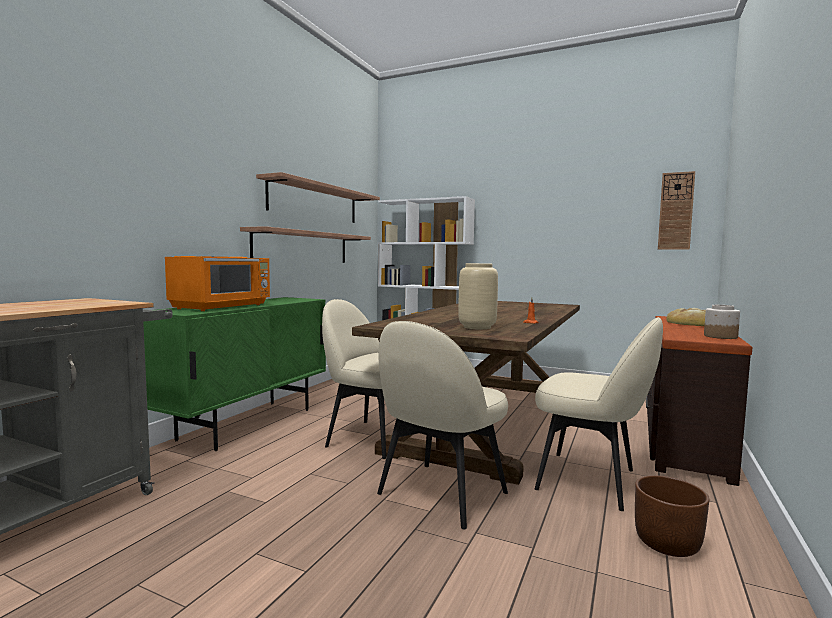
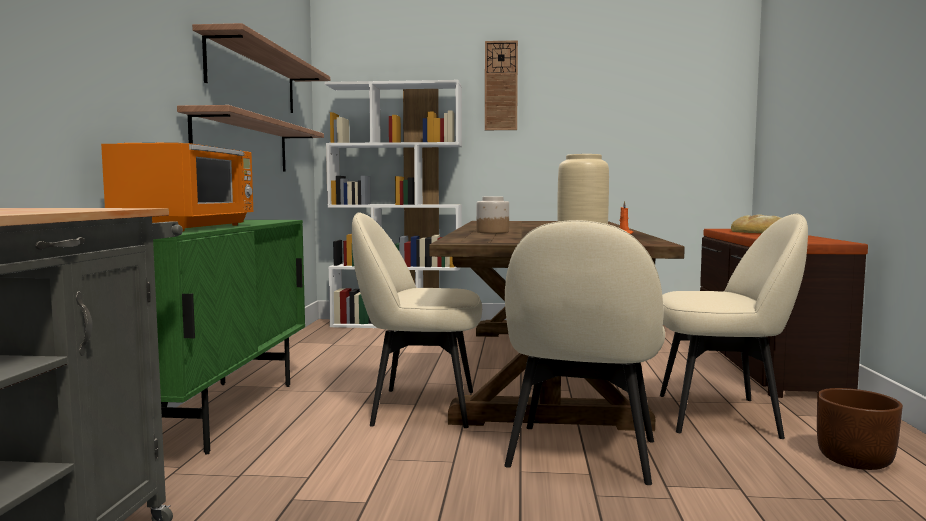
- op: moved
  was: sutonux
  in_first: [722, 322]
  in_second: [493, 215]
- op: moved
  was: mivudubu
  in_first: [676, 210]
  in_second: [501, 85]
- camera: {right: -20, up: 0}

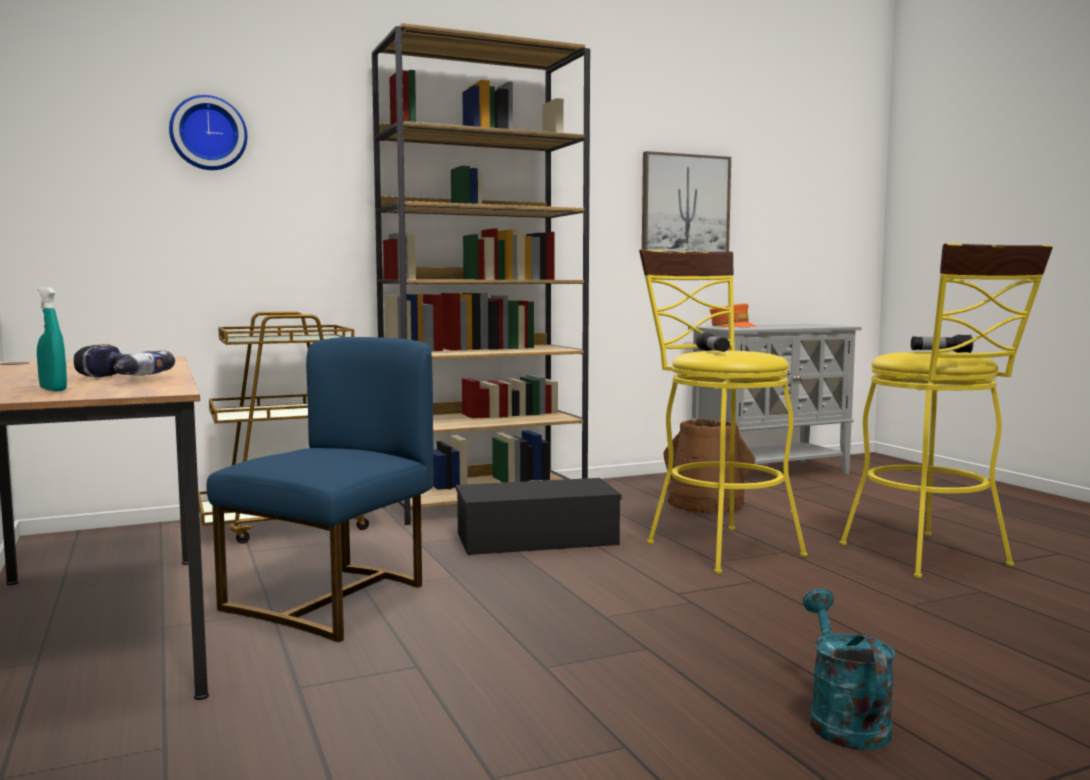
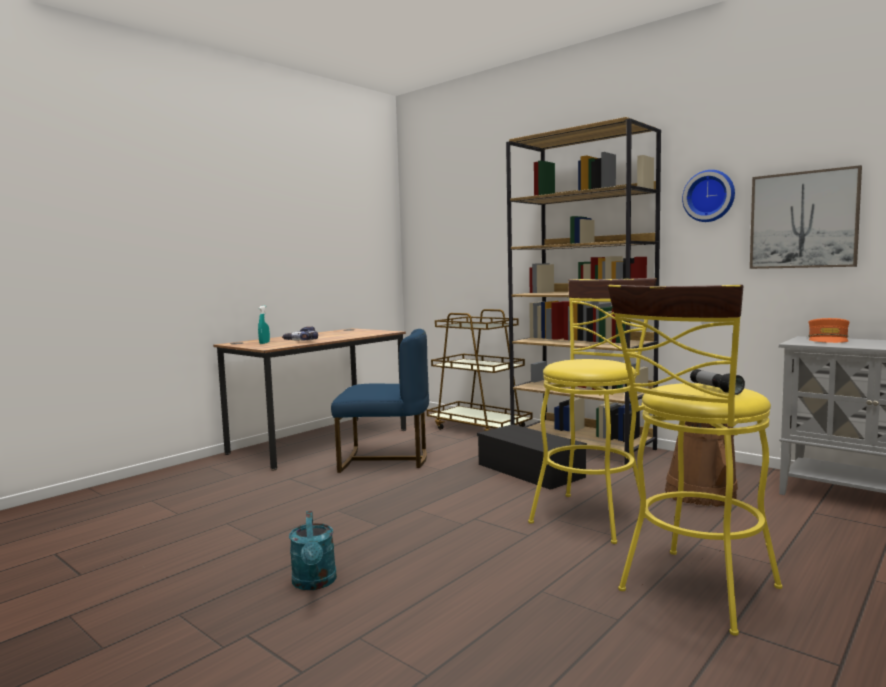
- op: turned
  was: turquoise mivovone
  in_first: [849, 669]
  in_second: [313, 550]
  clockwise: 105
- op: moved
  was: mivudubu
  in_first: [208, 132]
  in_second: [708, 196]
- op: removed
  was: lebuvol
  in_first: [713, 342]
- camera: {right: 65, up: 0}

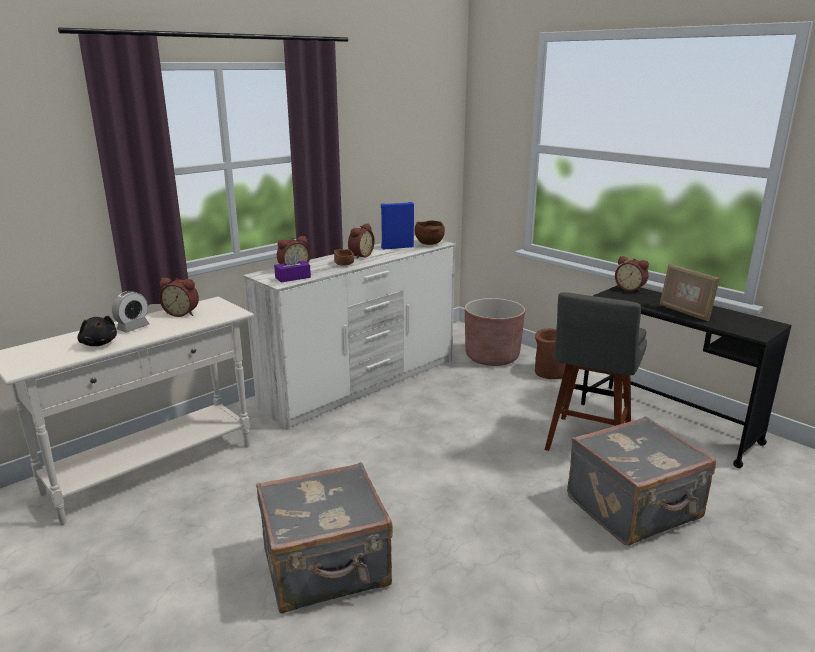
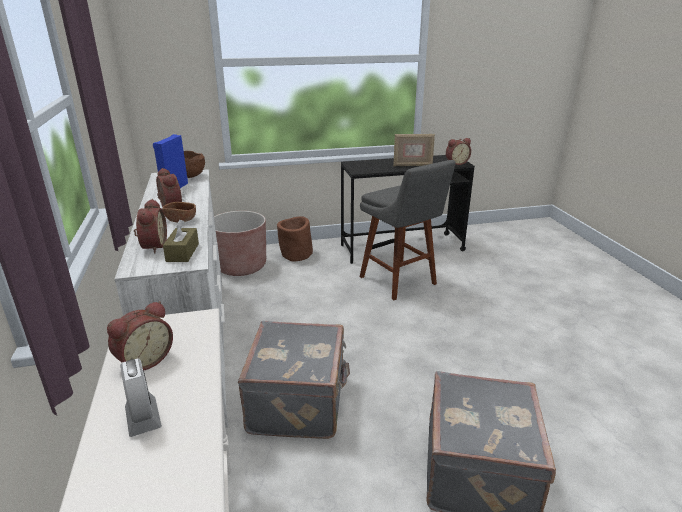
- op: recoloured
  was: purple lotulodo
  now: brown lotulodo
  in_first: [292, 267]
  in_second: [181, 241]
- op: moved
  was: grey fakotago
  in_first: [641, 481]
  in_second: [294, 380]
- op: moved
  was: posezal
  in_first: [632, 274]
  in_second: [458, 151]
- op: removed
  was: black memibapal
  in_first: [97, 331]
- camera: {right: -60, up: 5}

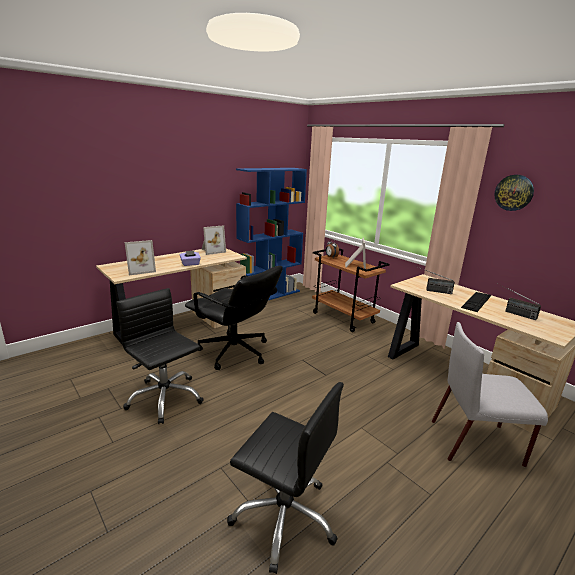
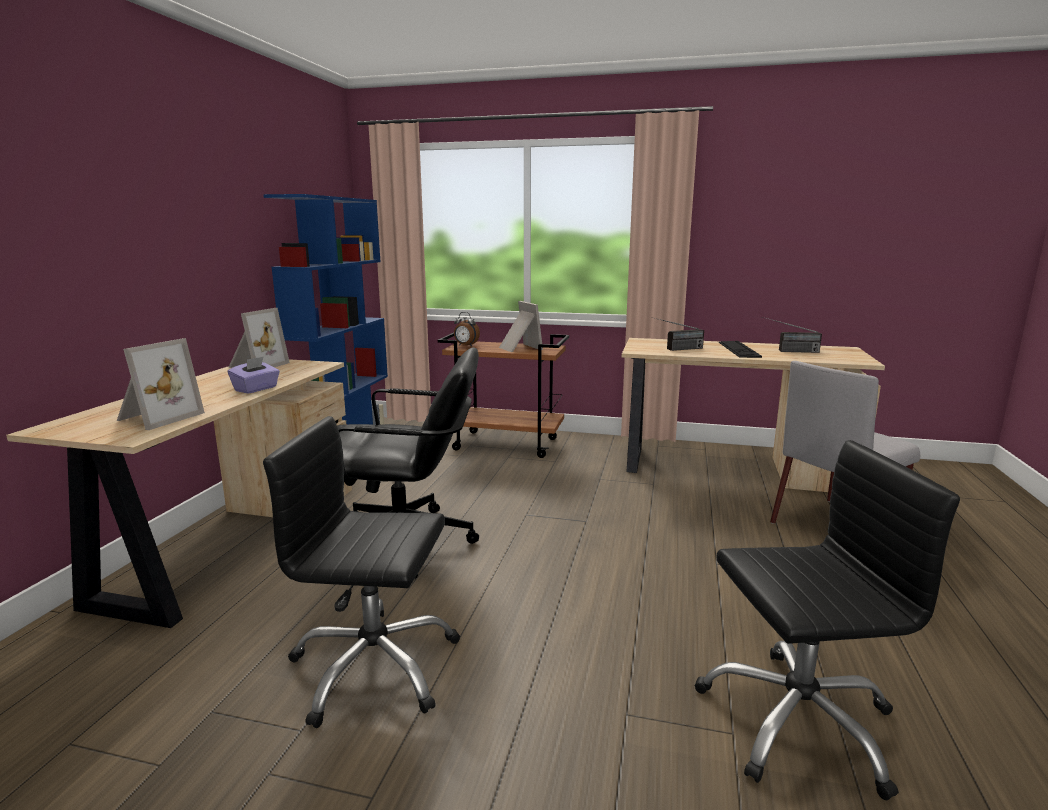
- op: removed
  was: mivudubu
  in_first: [514, 193]
- camera: {right: -35, up: -5}

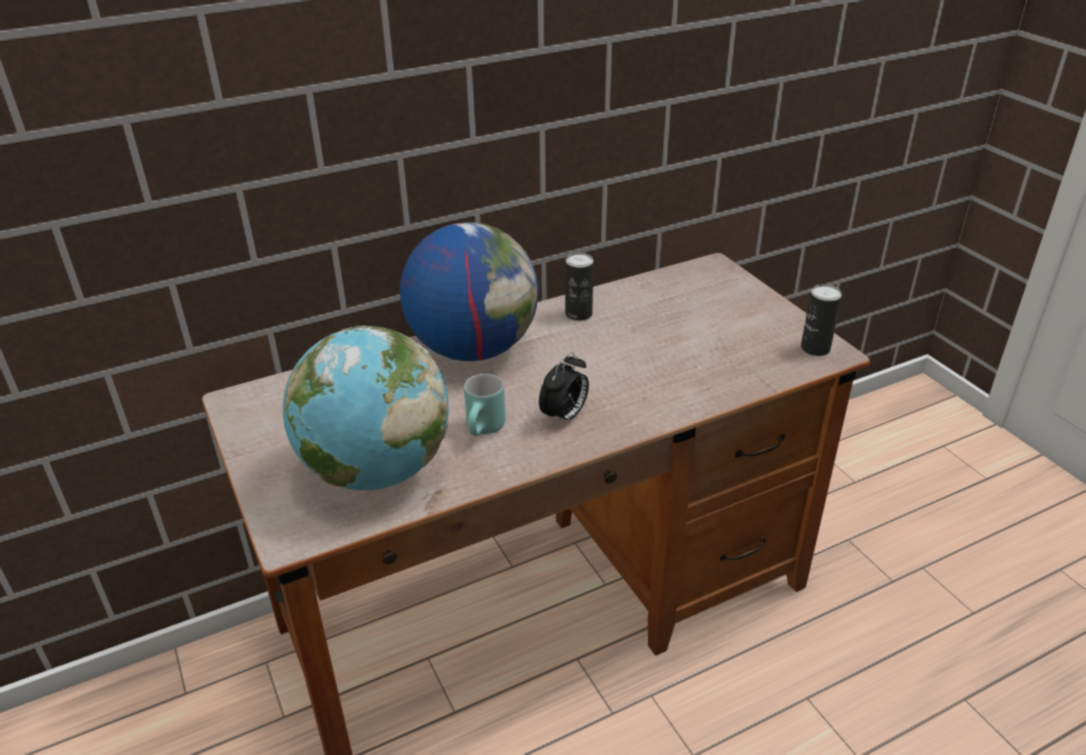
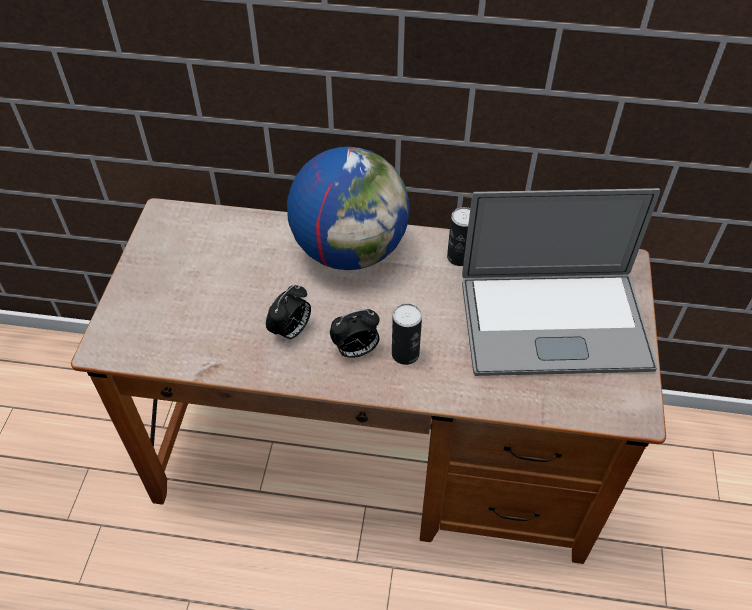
- op: replaced
  was: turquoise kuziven
  now: posezal
  in_first: [484, 405]
  in_second: [288, 314]
- op: moved
  was: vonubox
  in_first: [821, 320]
  in_second: [407, 334]
- op: added
  now: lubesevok
  in_second: [561, 282]
- op: removed
  was: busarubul
  in_first: [366, 408]
- camera: {right: 35, up: 15}

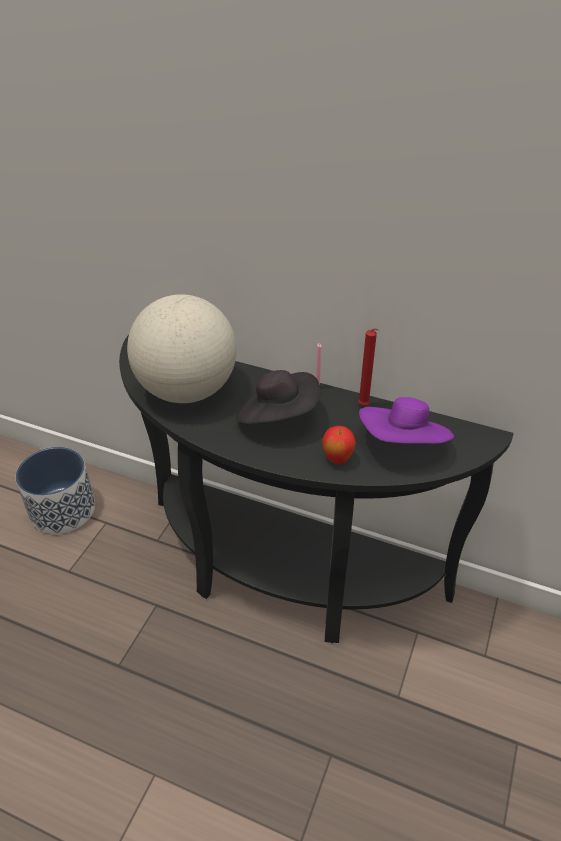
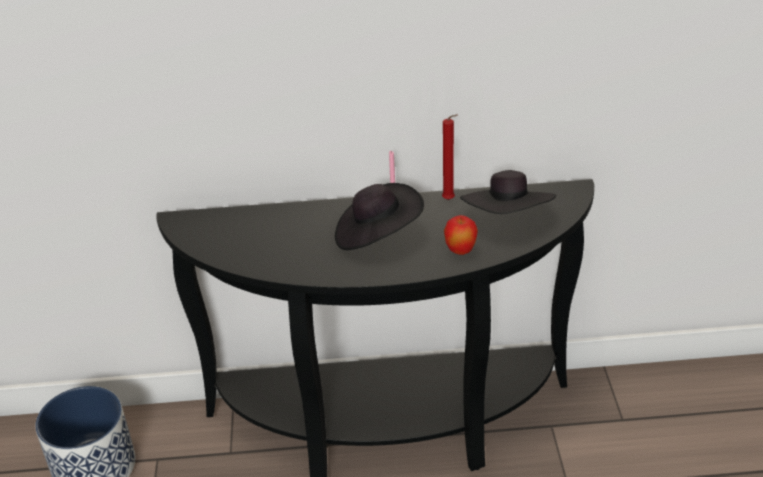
- op: recoloured
  was: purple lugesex
  now: black lugesex
  in_first: [406, 420]
  in_second: [508, 192]
- op: removed
  was: busarubul
  in_first: [182, 348]
- camera: {right: -25, up: -5}

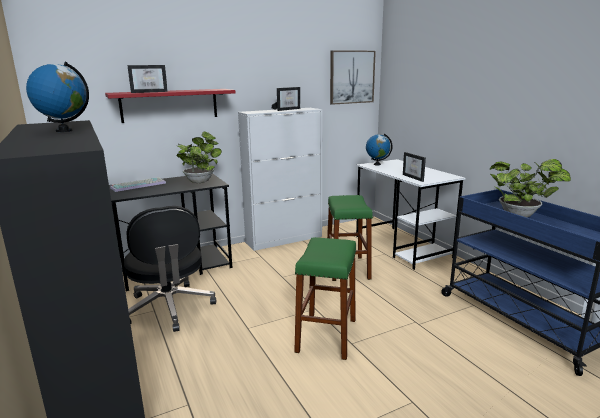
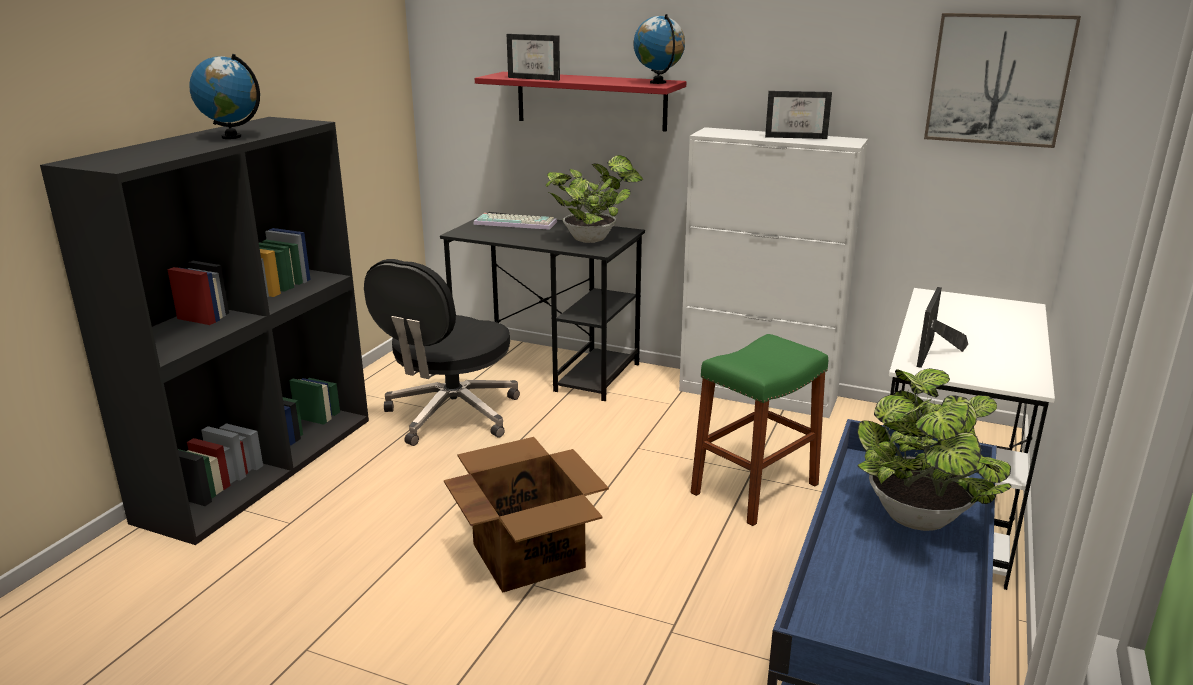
- op: replaced
  was: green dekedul
  now: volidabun
  in_first: [325, 298]
  in_second: [526, 515]
- op: moved
  was: busarubul
  in_first: [379, 149]
  in_second: [659, 49]
- camera: {right: 50, up: 5}

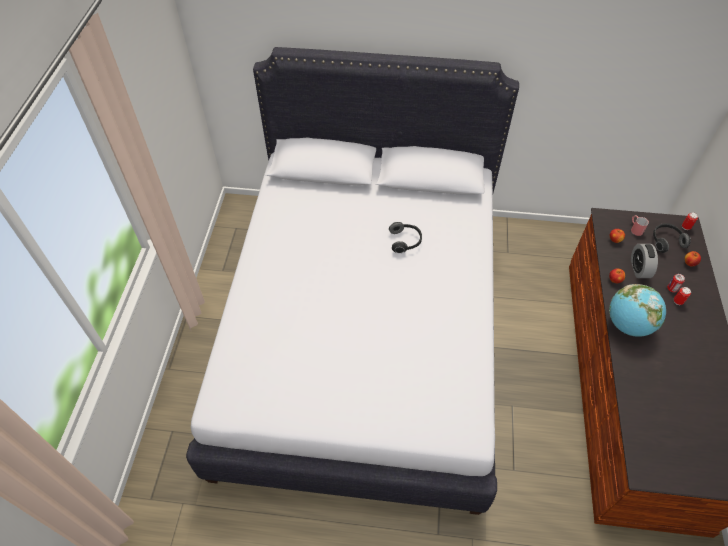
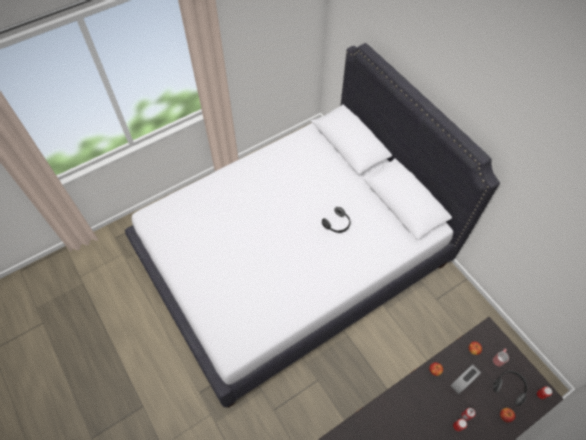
- op: removed
  was: busarubul
  in_first: [637, 310]
- camera: {right: 50, up: 5}

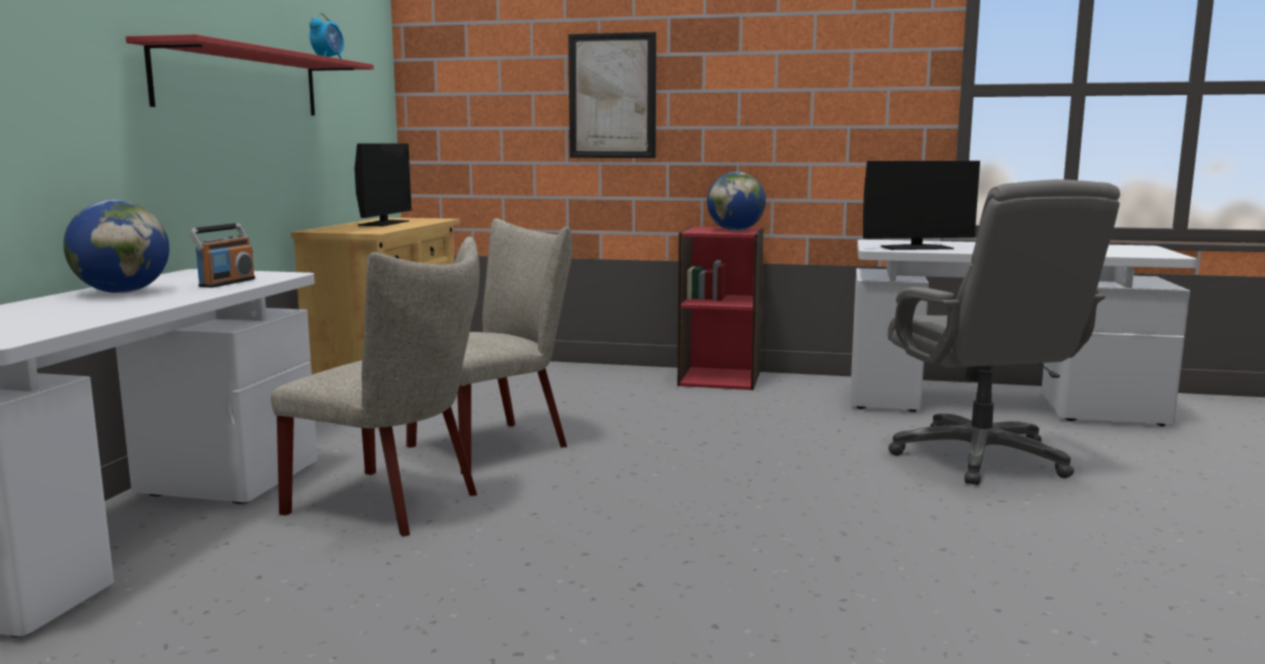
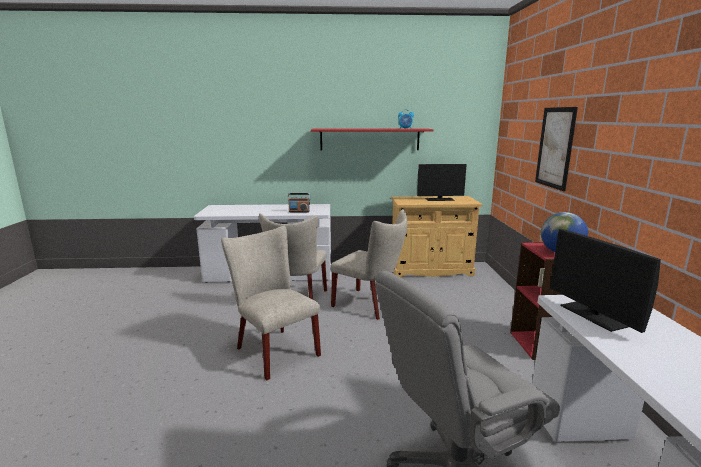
- op: added
  now: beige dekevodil
  in_second: [271, 303]
- op: removed
  was: busarubul
  in_first: [116, 246]
- camera: {right: 75, up: 5}

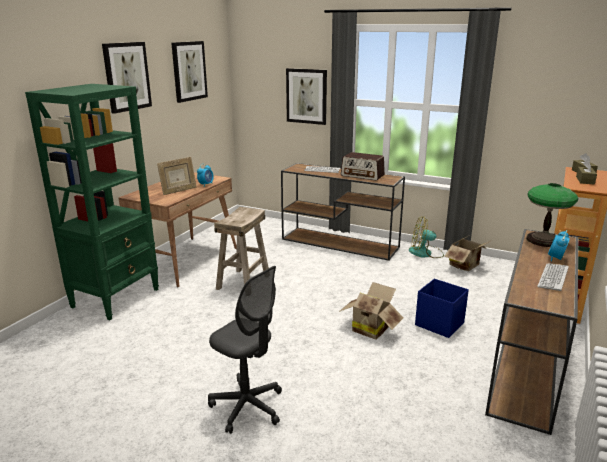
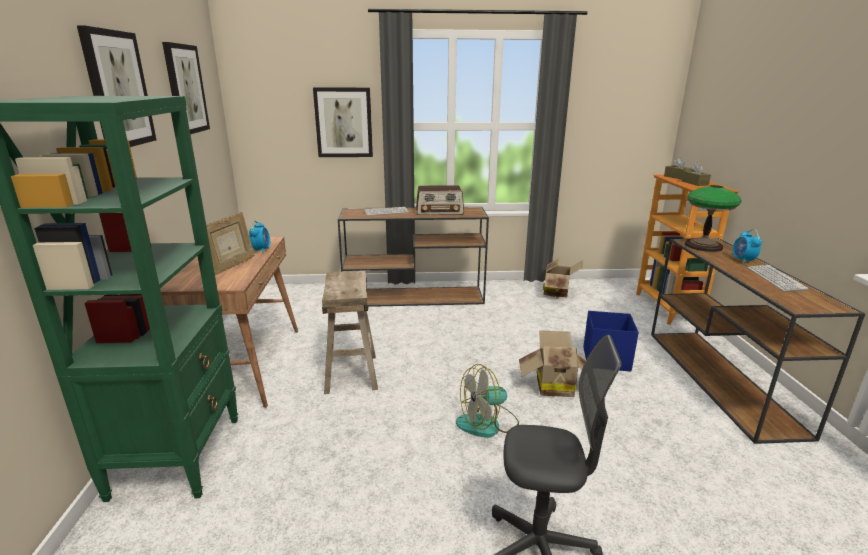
- op: moved
  was: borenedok
  in_first: [426, 237]
  in_second: [487, 401]
- camera: {right: -30, up: 0}

